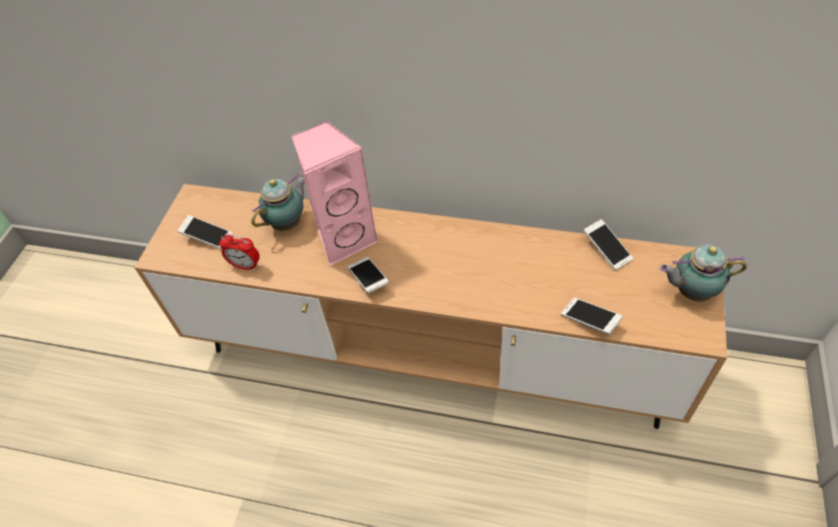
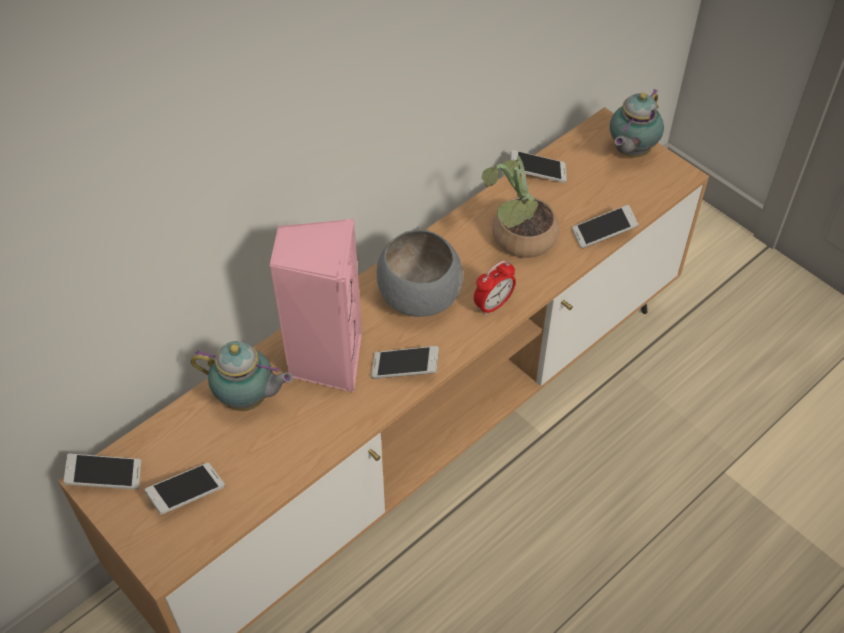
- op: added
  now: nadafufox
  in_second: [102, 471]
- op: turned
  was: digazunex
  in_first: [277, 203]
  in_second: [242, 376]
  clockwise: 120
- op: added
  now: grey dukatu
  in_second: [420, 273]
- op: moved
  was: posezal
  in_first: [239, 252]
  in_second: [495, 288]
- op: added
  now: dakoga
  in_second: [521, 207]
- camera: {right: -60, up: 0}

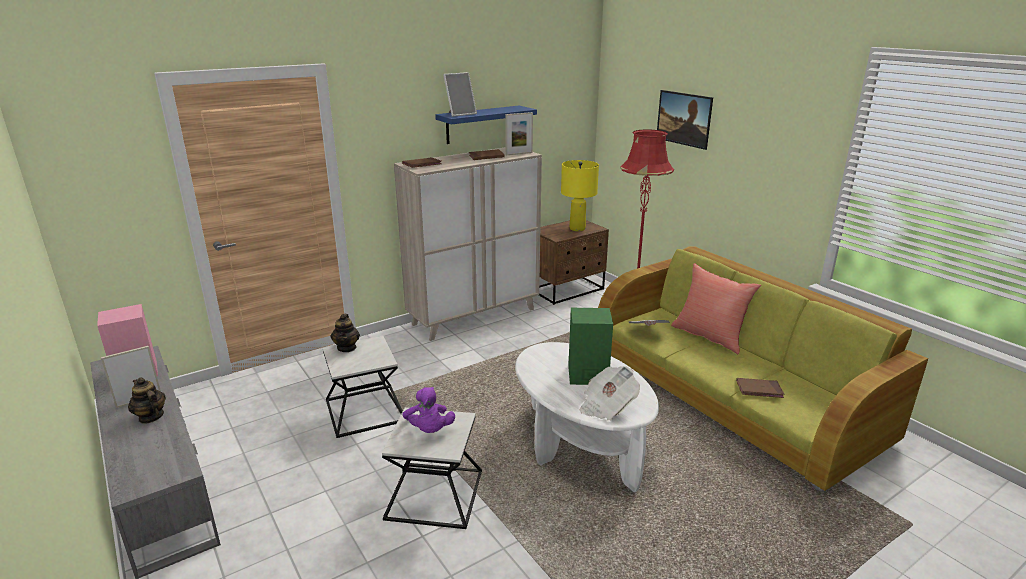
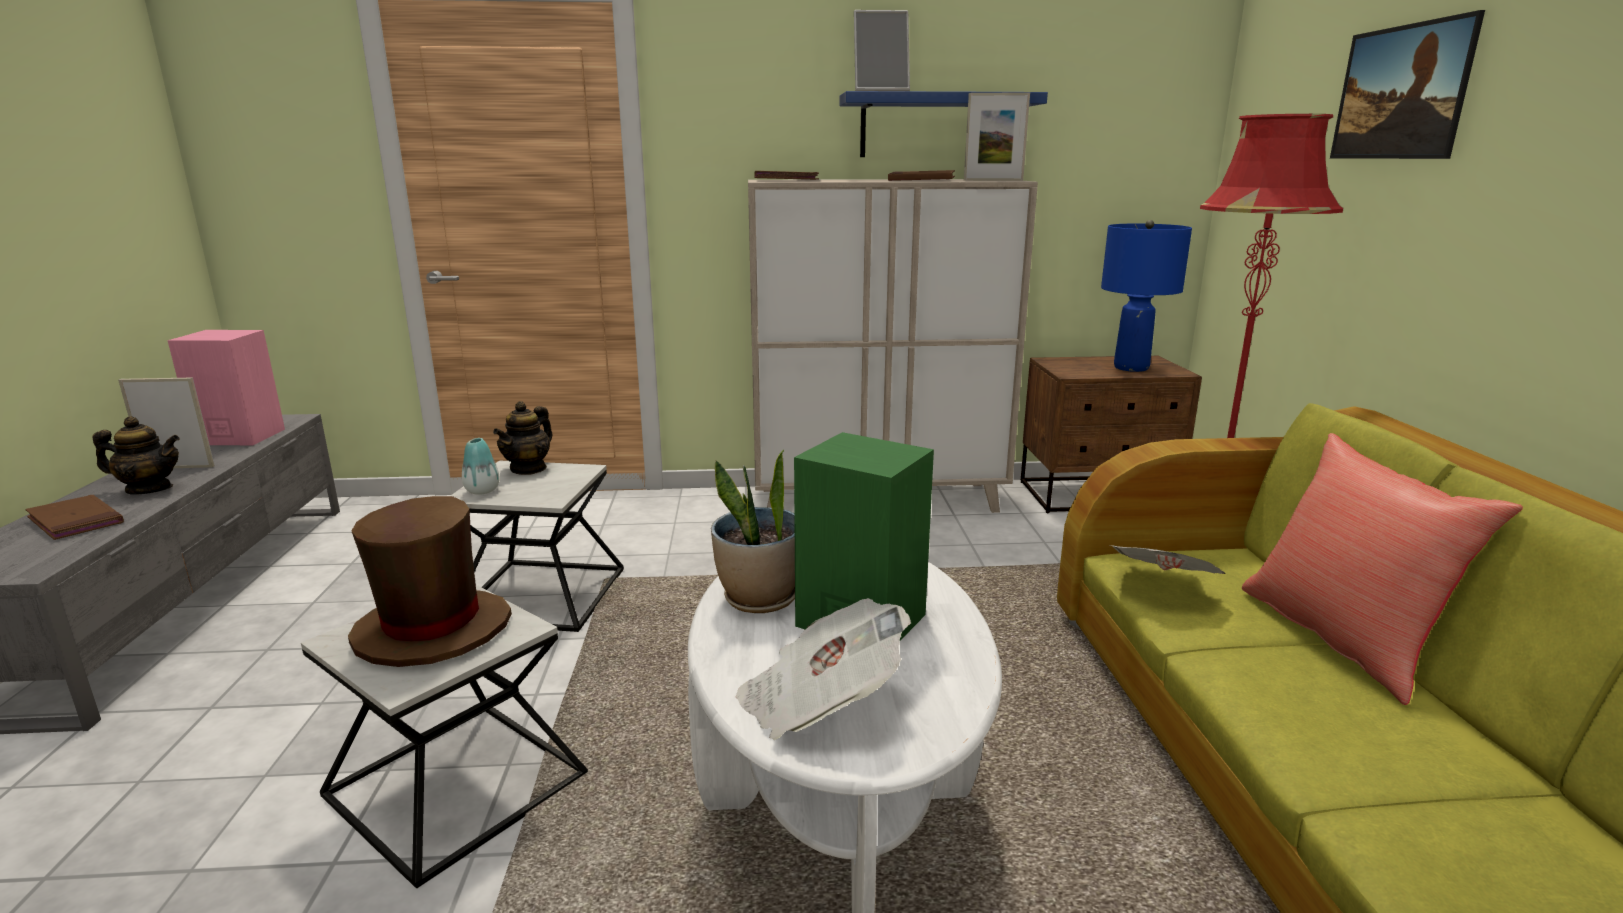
- op: moved
  was: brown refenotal
  in_first: [760, 388]
  in_second: [74, 517]
- op: turned
  was: digazunex
  in_first: [147, 401]
  in_second: [136, 455]
  clockwise: 105
- op: replaced
  was: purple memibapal
  now: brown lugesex
  in_first: [429, 410]
  in_second: [430, 581]
- op: added
  now: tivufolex
  in_second: [481, 466]
- op: added
  now: dakoga
  in_second: [753, 531]
- op: recoloured
  was: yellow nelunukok
  now: blue nelunukok
  in_first: [580, 195]
  in_second: [1146, 296]
- camera: {right: 30, up: -5}

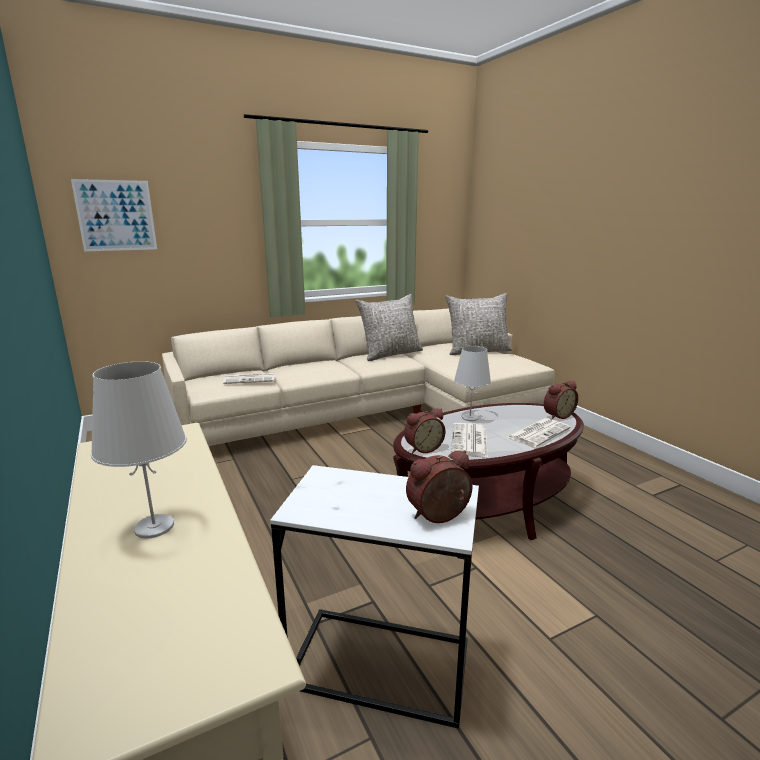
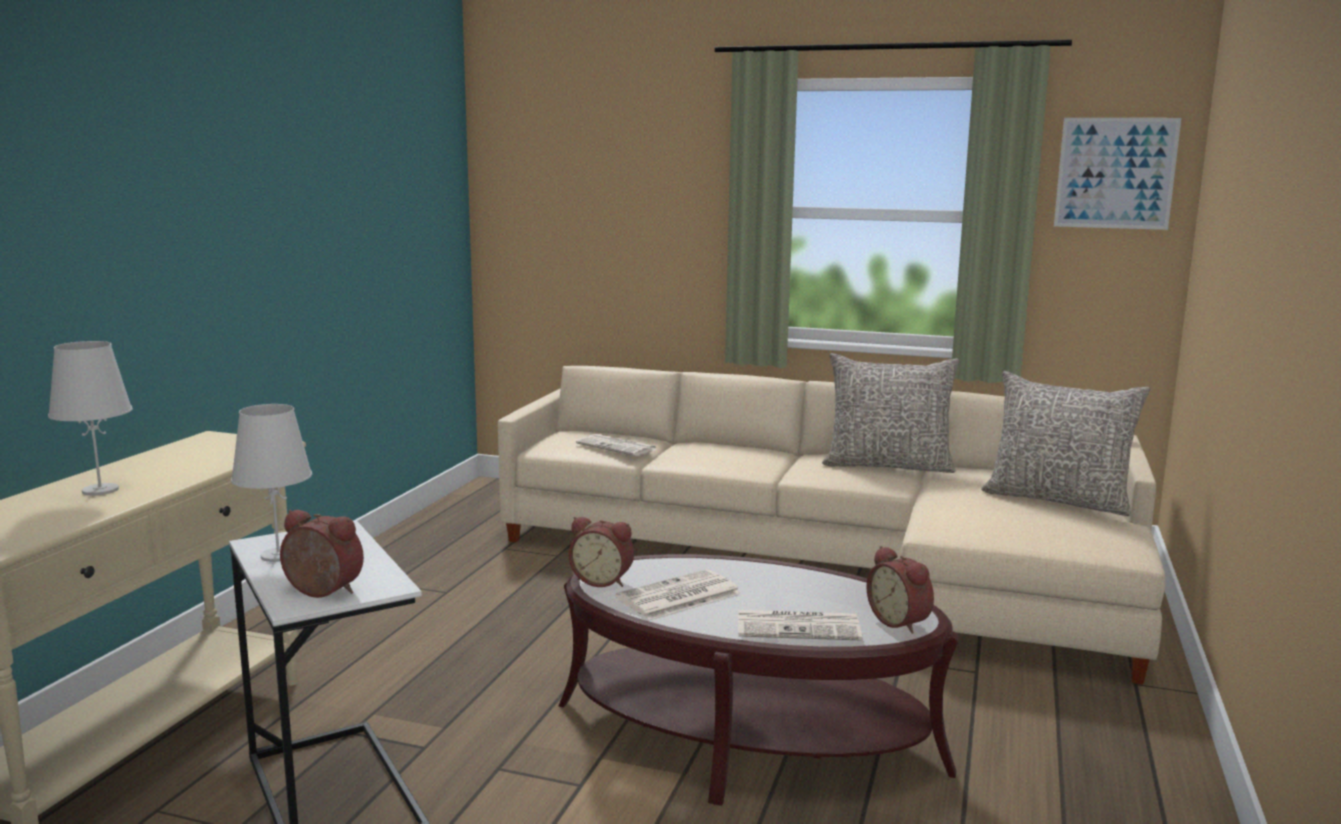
- op: moved
  was: white nelunukok
  in_first: [472, 383]
  in_second: [271, 483]
- op: turned
  was: posezal
  in_first: [561, 400]
  in_second: [900, 590]
  clockwise: 45
- op: moved
  was: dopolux
  in_first: [114, 215]
  in_second: [1117, 174]
- camera: {right: 45, up: -5}

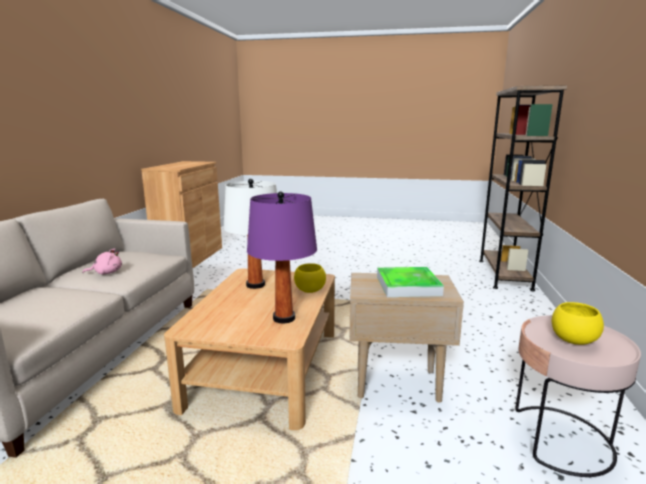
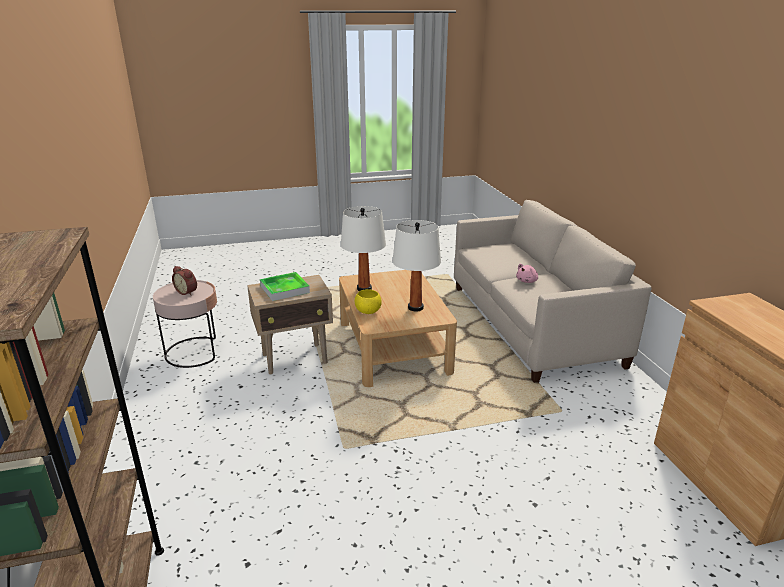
- op: replaced
  was: yellow dukatu
  now: posezal
  in_first: [578, 323]
  in_second: [184, 281]
- op: recoloured
  was: purple nelunukok
  now: white nelunukok
  in_first: [282, 257]
  in_second: [363, 248]
- camera: {right: 155, up: 10}

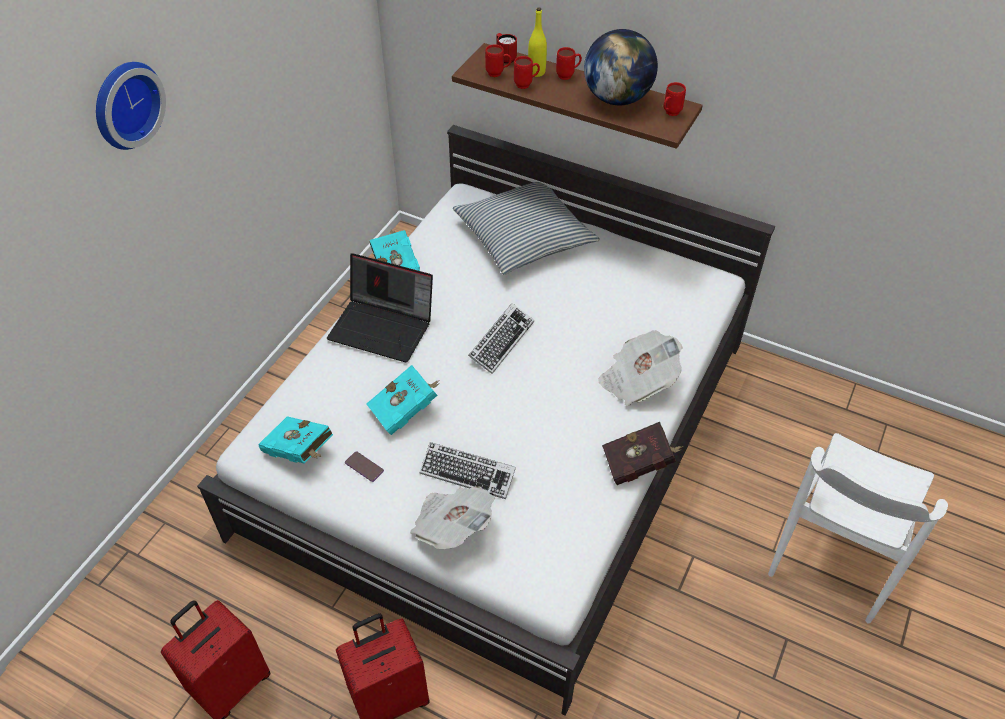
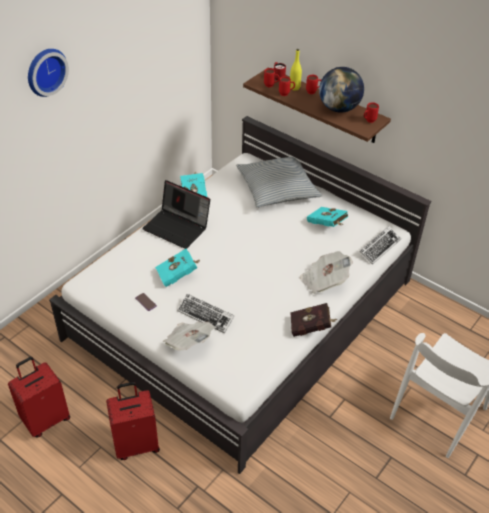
- op: moved
  was: turquoise refenotal
  in_first: [295, 440]
  in_second: [327, 217]
- op: moved
  was: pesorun
  in_first: [501, 338]
  in_second: [380, 245]
- camera: {right: 10, up: -5}

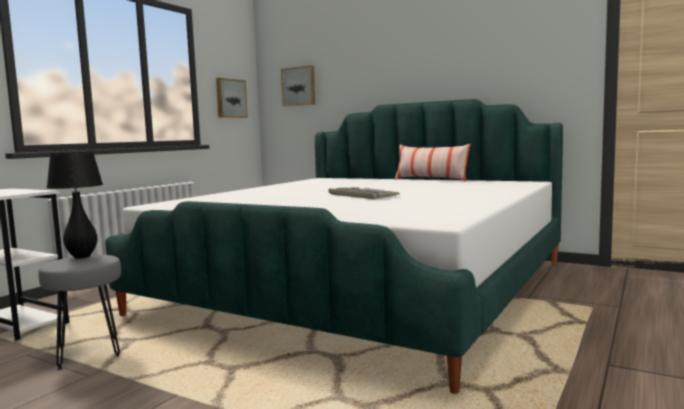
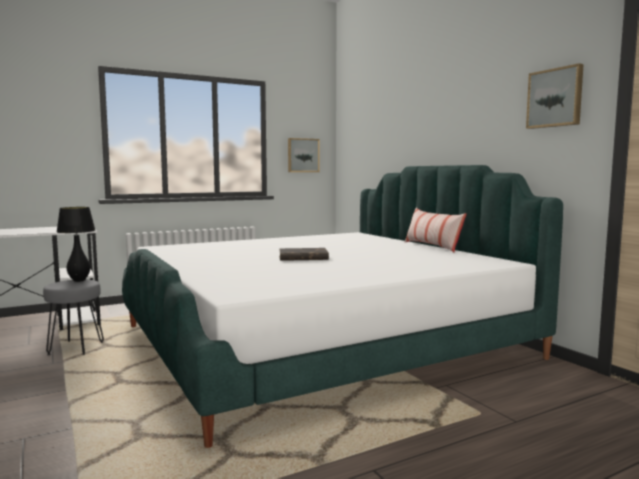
- op: replaced
  was: pesorun
  now: brown refenotal
  in_first: [364, 193]
  in_second: [304, 254]
- op: moved
  was: dopolux
  in_first: [298, 85]
  in_second: [555, 96]
- camera: {right: 30, up: 0}

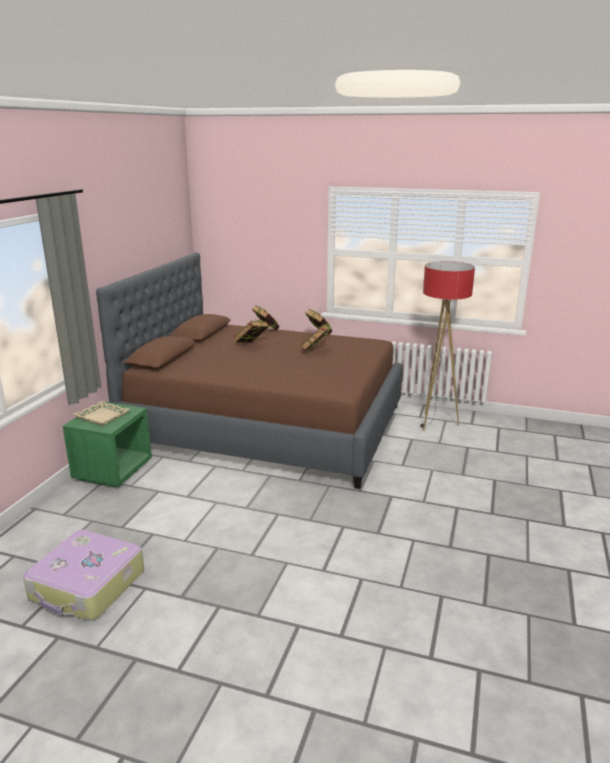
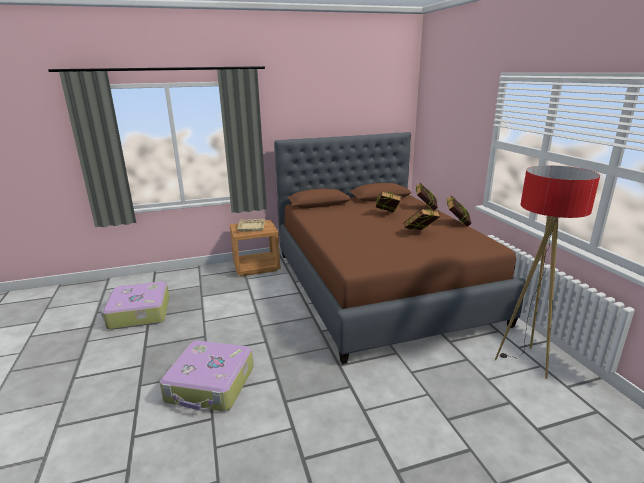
- op: added
  now: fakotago
  in_second: [207, 376]
- op: recoloured
  was: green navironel
  now: brown navironel
  in_first: [107, 445]
  in_second: [255, 248]
- camera: {right: 55, up: 0}

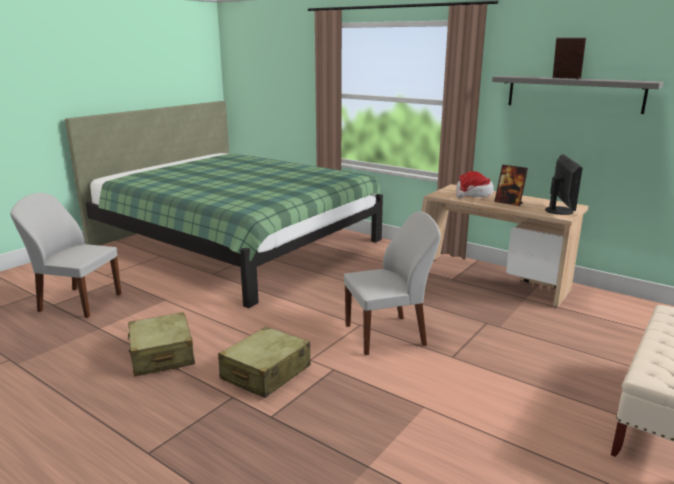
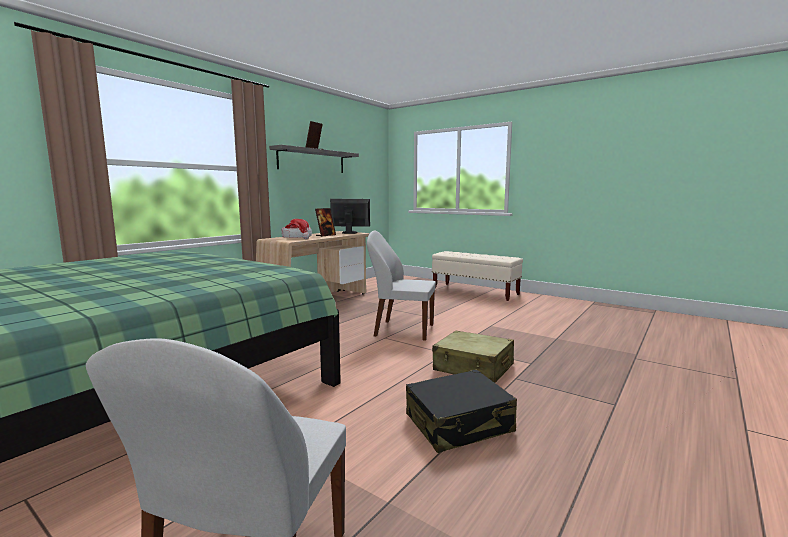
- op: turned
  was: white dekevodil
  in_first: [392, 283]
  in_second: [401, 286]
  clockwise: -60
- op: recoloured
  was: beige fakotago
  now: black fakotago
  in_first: [161, 344]
  in_second: [461, 411]
- camera: {right: -90, up: -10}

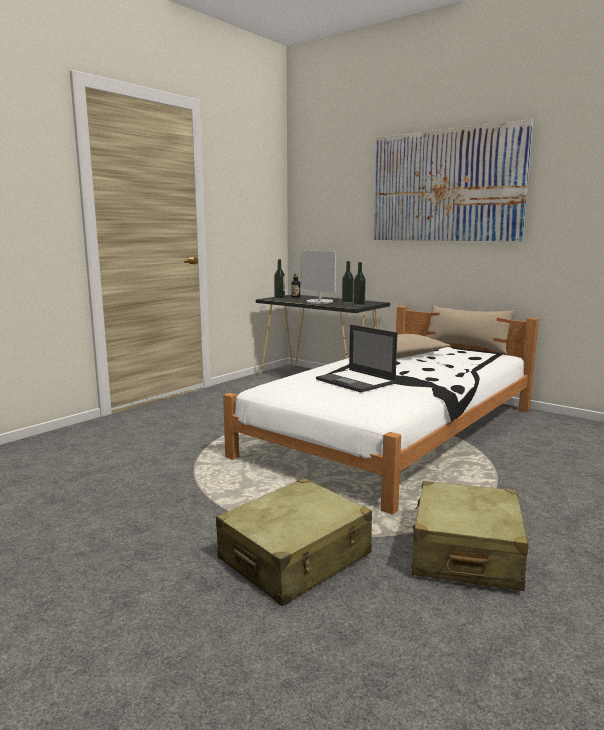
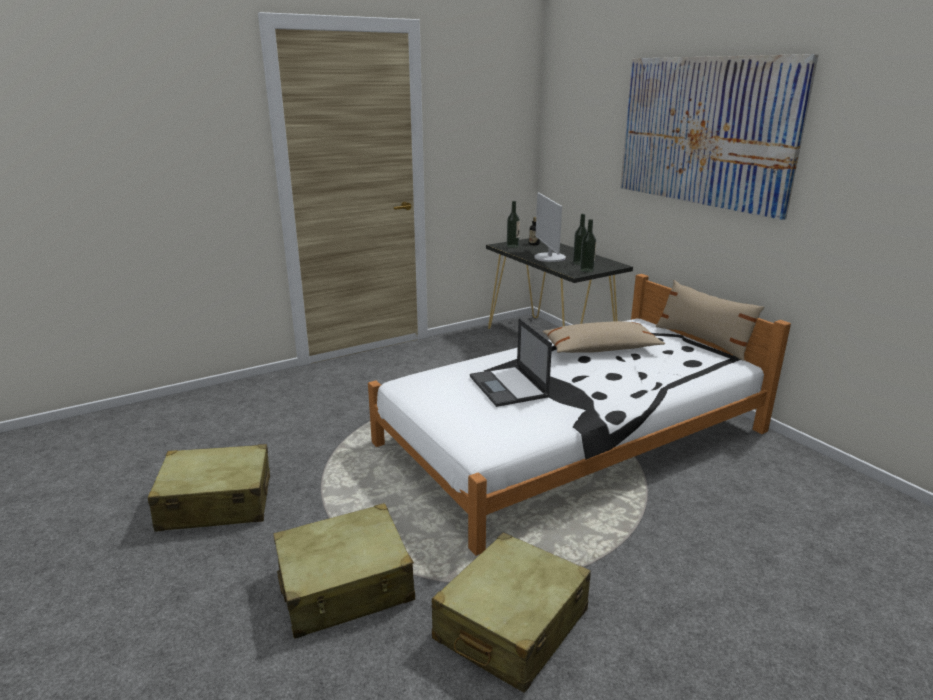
- op: added
  now: beige fakotago
  in_second: [209, 488]
- camera: {right: 20, up: 10}

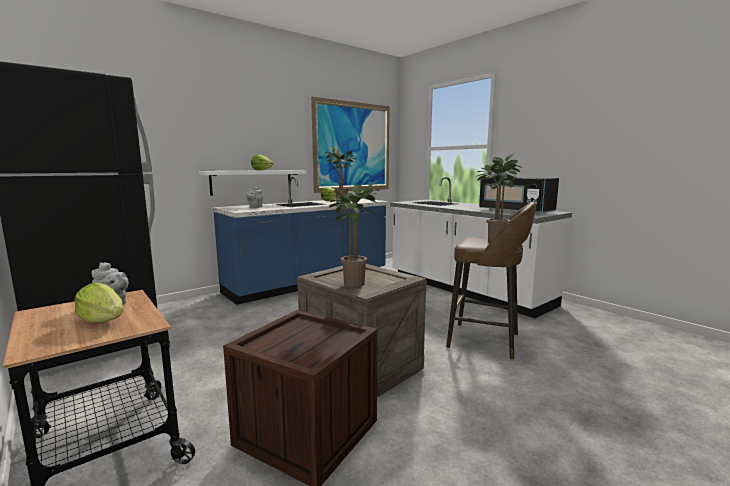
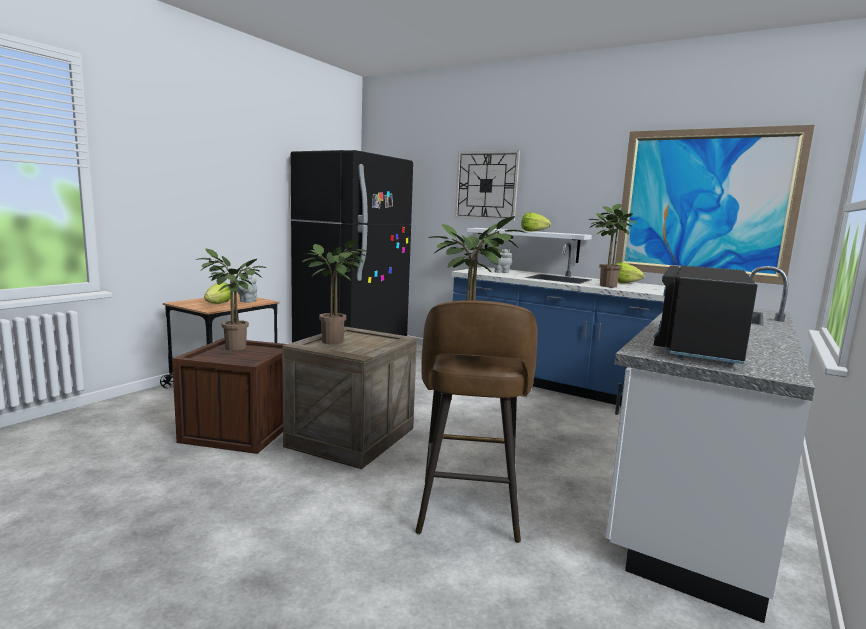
- op: added
  now: dakoga
  in_second: [233, 299]
- op: added
  now: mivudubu
  in_second: [487, 185]
- camera: {right: 70, up: 0}

